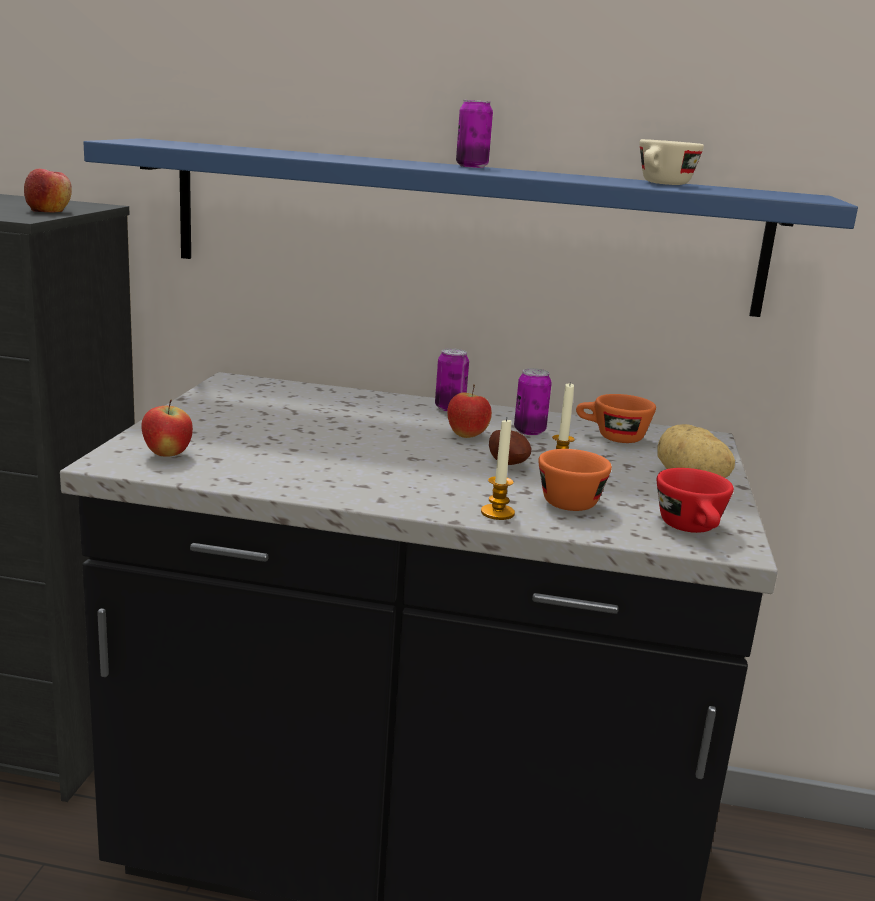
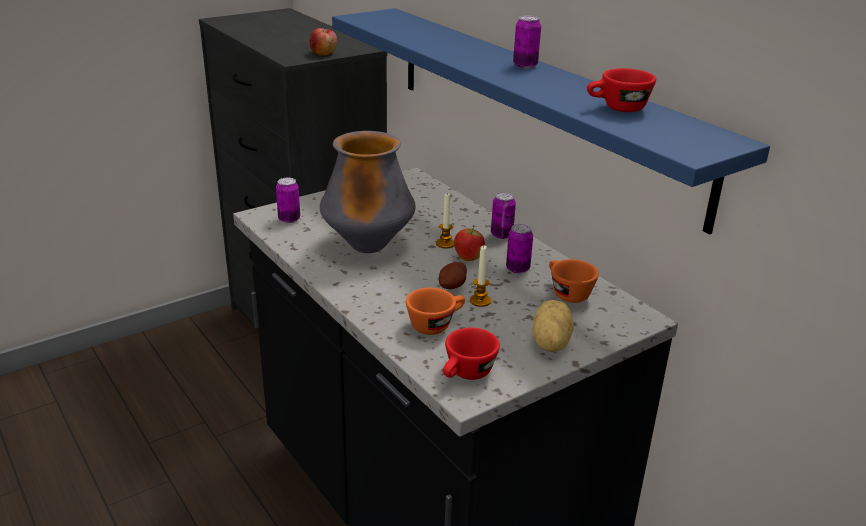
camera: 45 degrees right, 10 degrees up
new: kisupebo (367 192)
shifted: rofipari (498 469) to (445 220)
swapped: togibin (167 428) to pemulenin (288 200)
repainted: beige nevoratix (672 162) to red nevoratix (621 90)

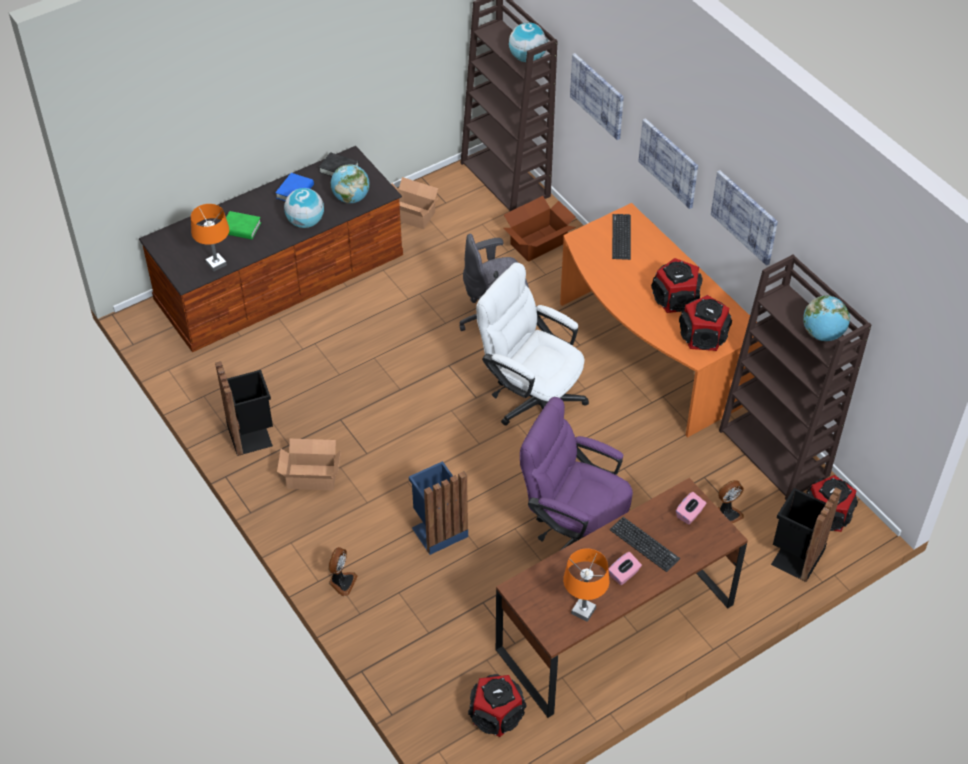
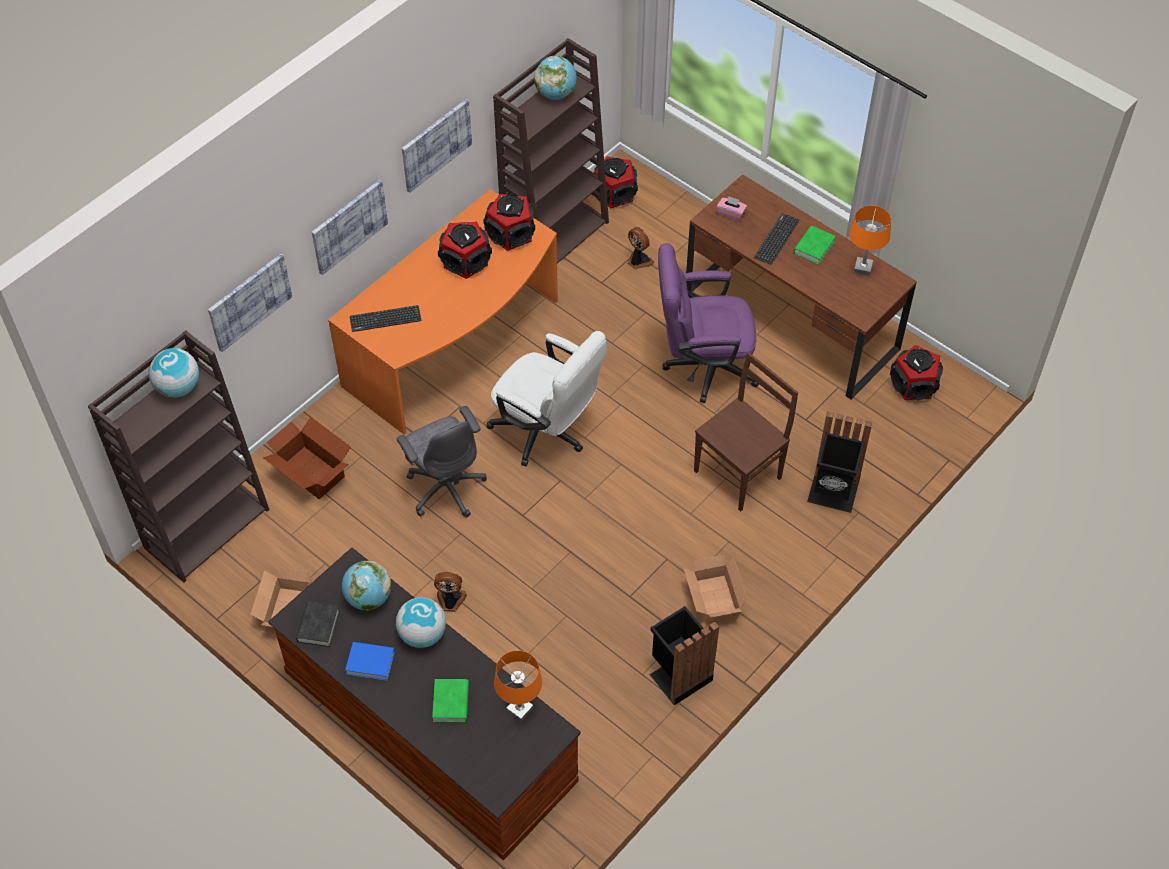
camera: 105 degrees left, 5 degrees up
shifted: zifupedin (343 571) to (450 592); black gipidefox (806 534) to (840 462)
swapped: blue gipidefox (438 508) to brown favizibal (746 431); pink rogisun (625 568) to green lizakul (814 245)
rotated: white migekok (532 344) = (547 399) 75 degrees counterclockwise; purple migekok (576 474) = (708 323) 75 degrees clockwise

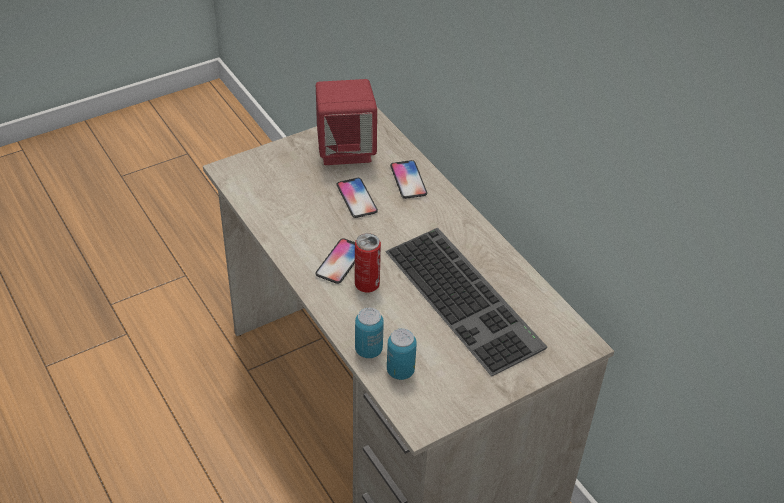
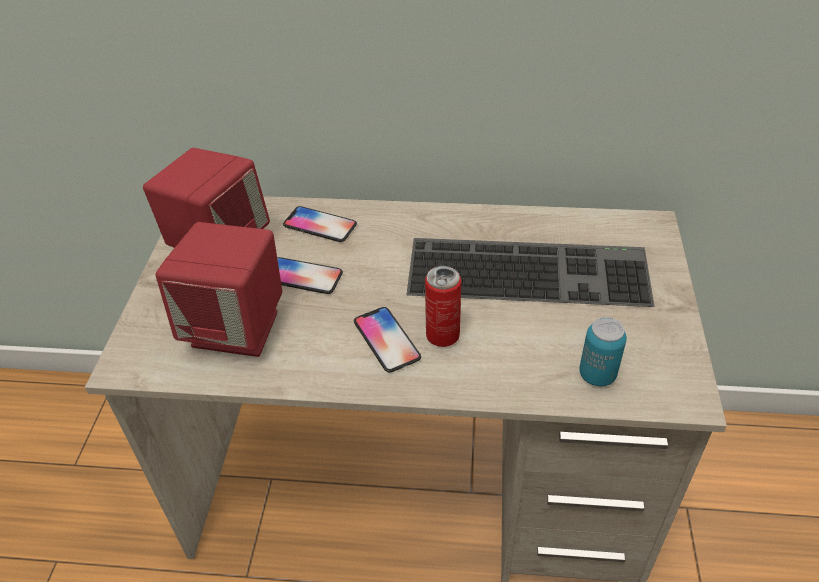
camera: 50 degrees left, 0 degrees up
gone: pemulenin (369 333)
new: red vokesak (218 289)

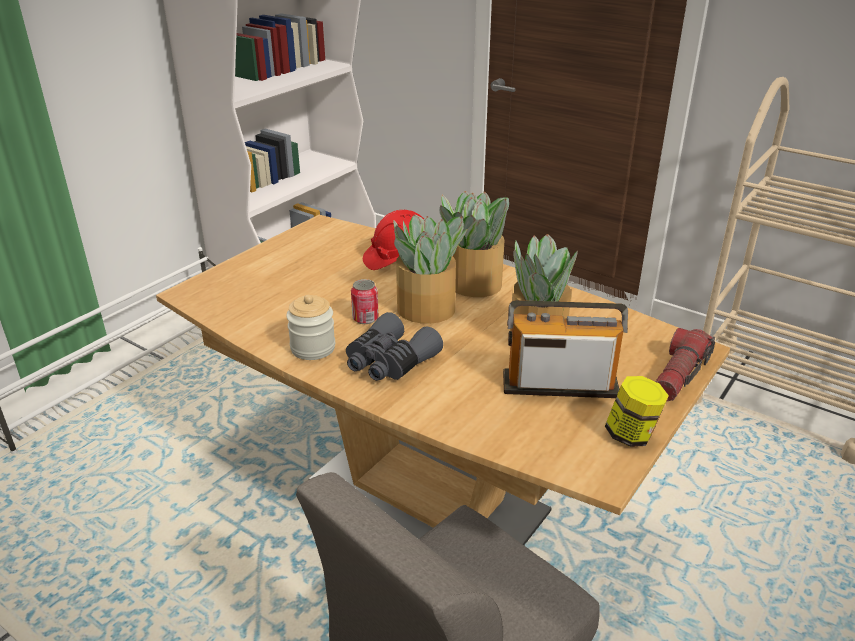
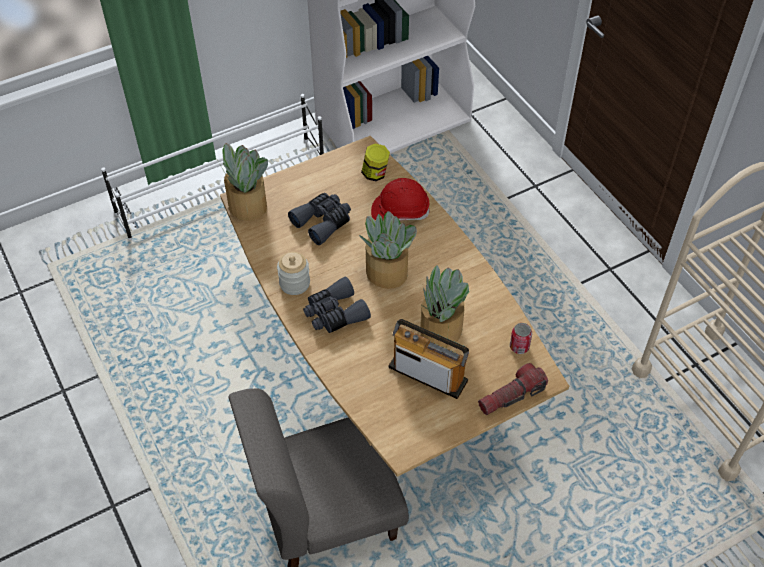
camera: 25 degrees right, 20 degrees up
new: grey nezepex (319 219)
shifted: pemulenin (365 301) to (521 338); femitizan (474 244) to (242 182); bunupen (637 411) to (375 162)

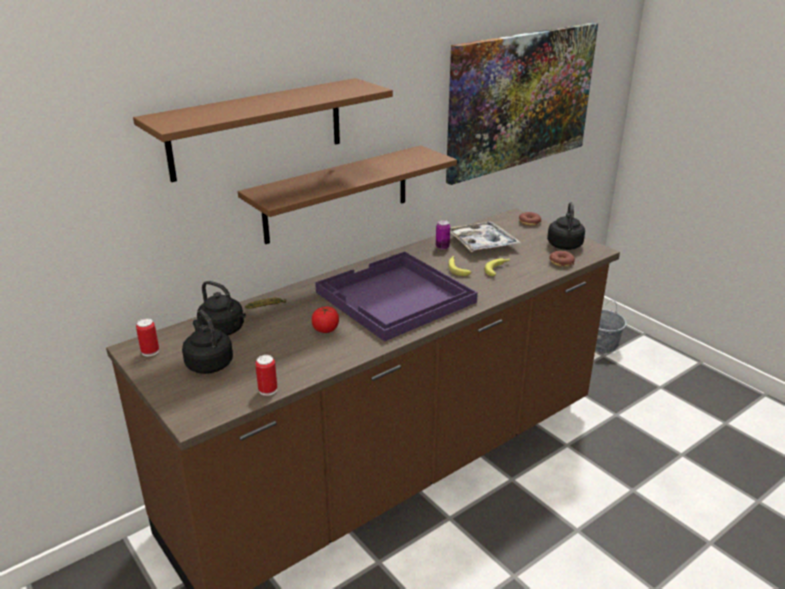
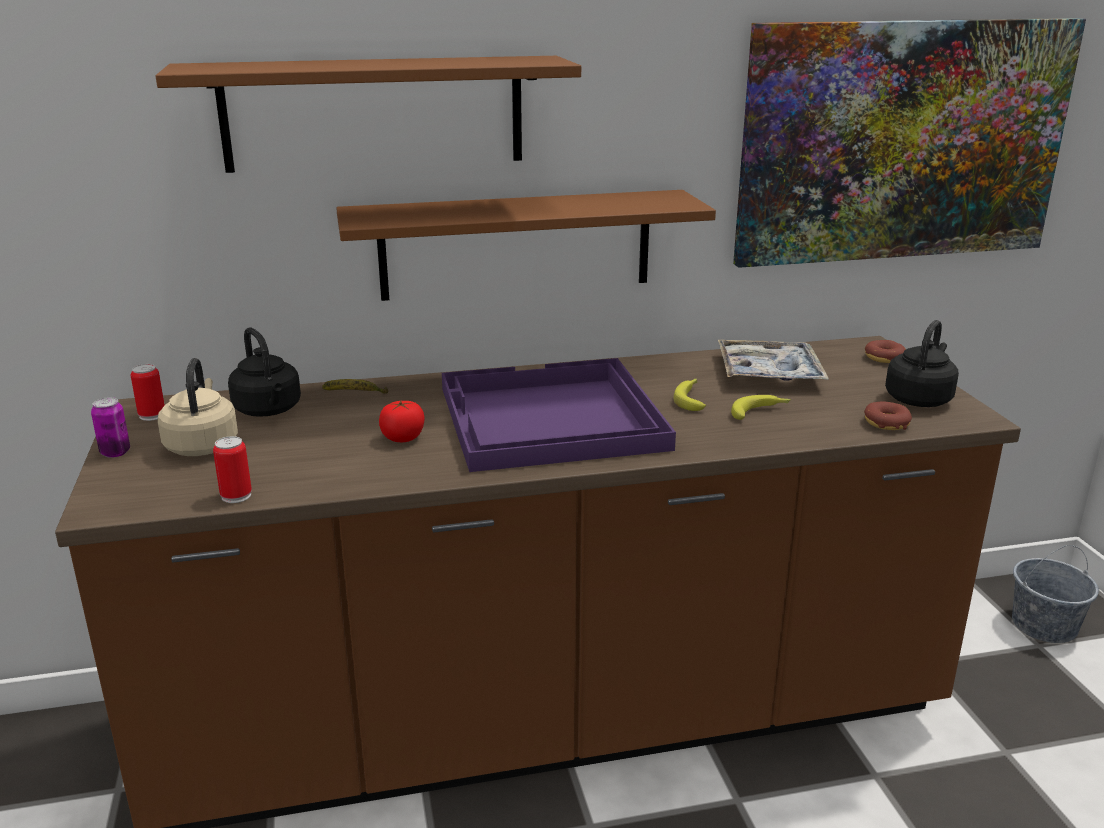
camera: 25 degrees right, 5 degrees down
shifted: pemulenin (443 235) to (110 427)
repainted: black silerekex (207 342) to beige silerekex (198 407)

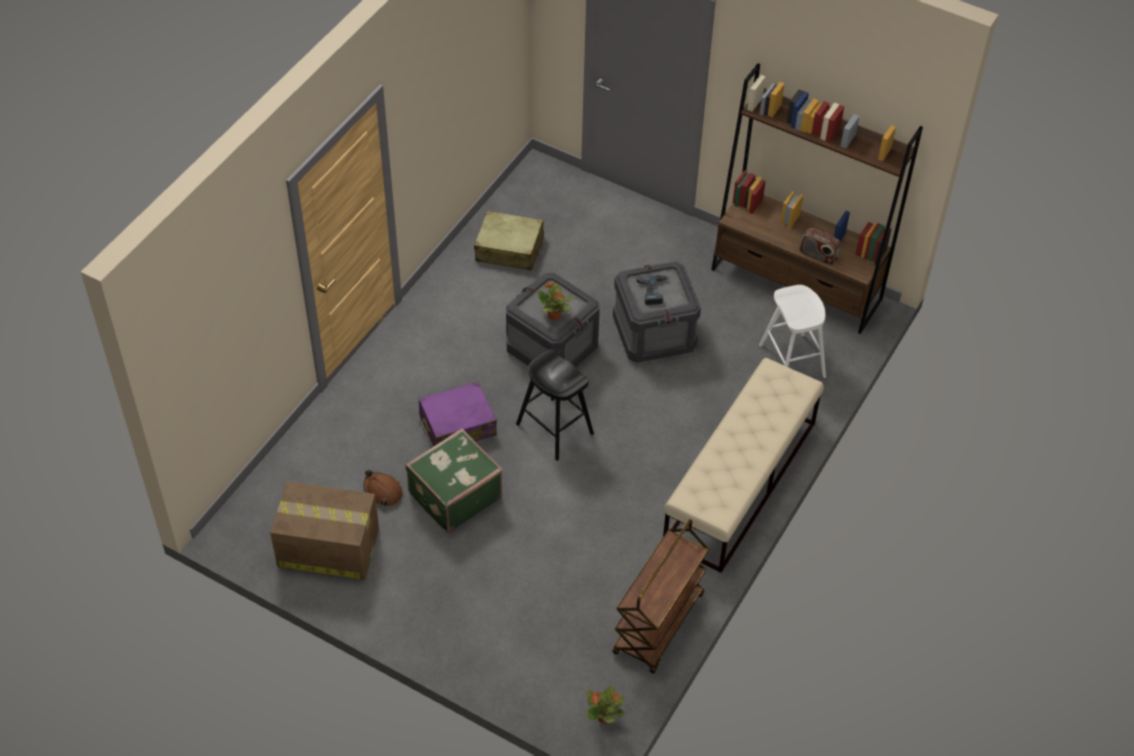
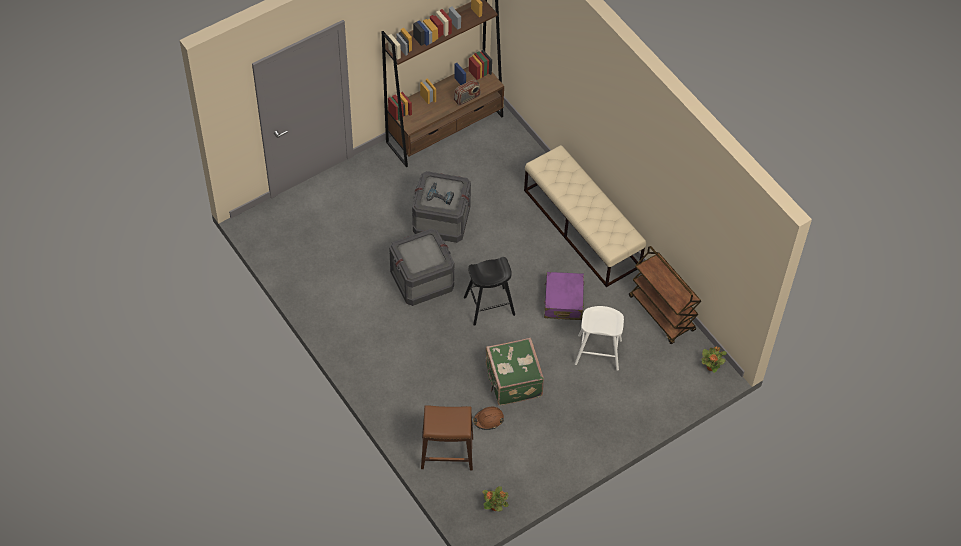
camera: 65 degrees left, 5 degrees up
gone: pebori (324 530); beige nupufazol (509 241)
new: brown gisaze (447 437)
shifted: purple nupufazol (458 414) to (564 296); femitizan (555 300) to (496 498); white gisaze (792 331) to (599 338)

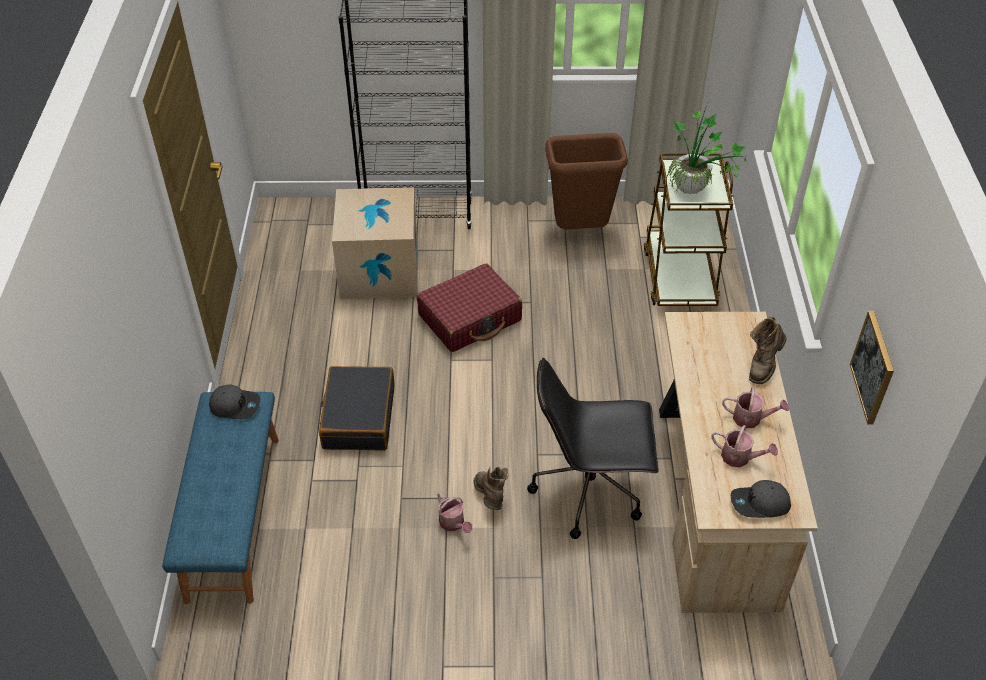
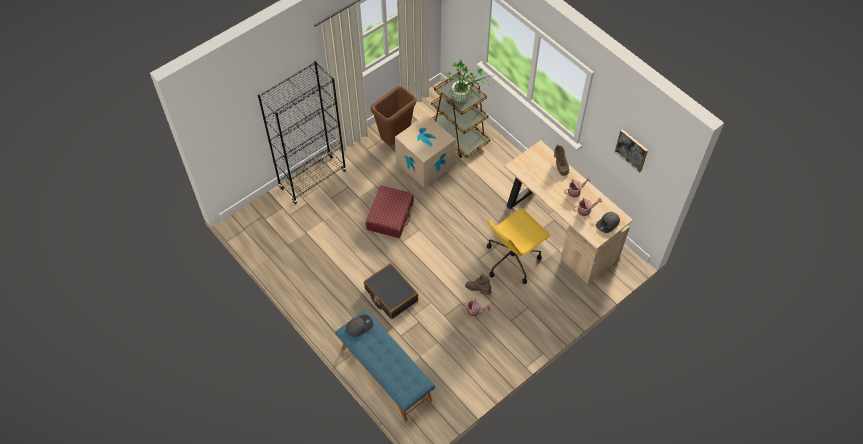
camera: 40 degrees left, 10 degrees up
shifted: pebori (375 243) to (425 151)
repainted: black migekok (593 448) to yellow migekok (519 246)

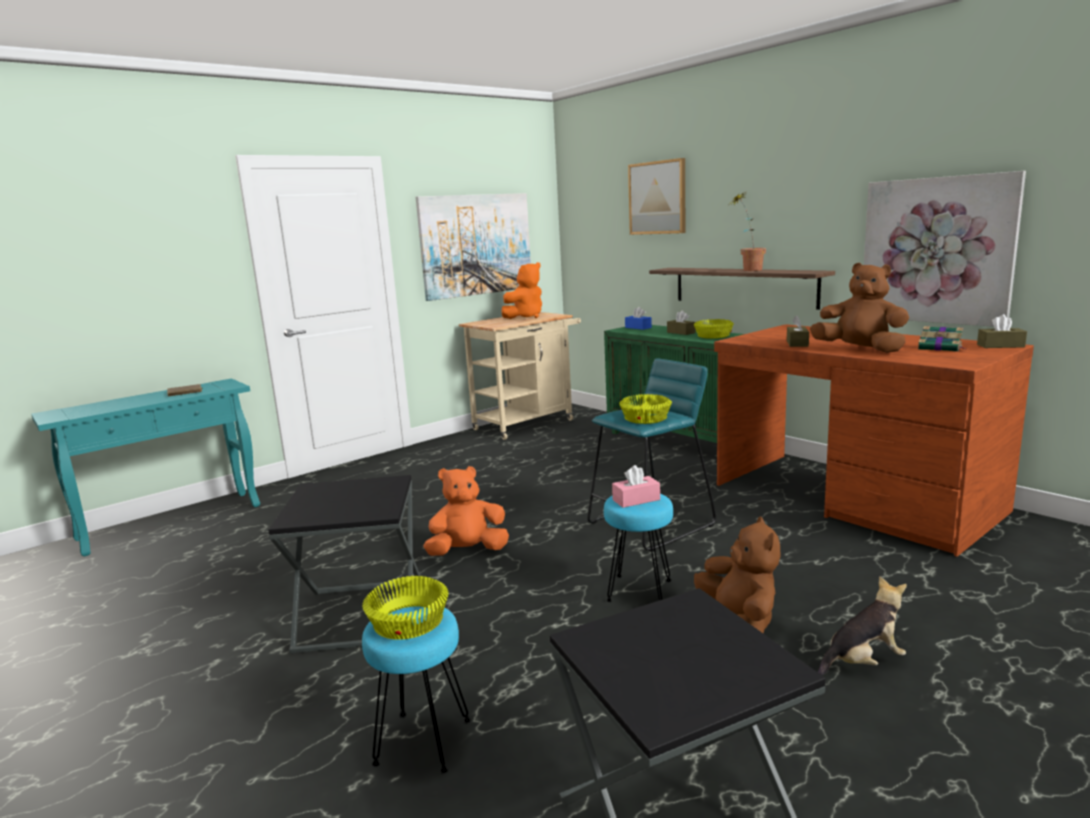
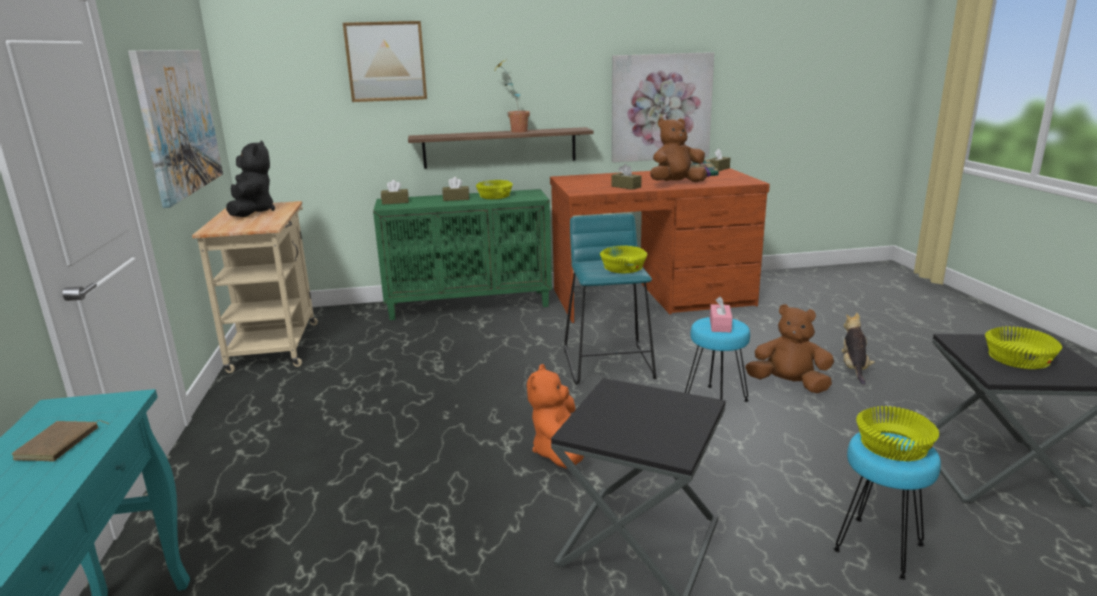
camera: 60 degrees left, 5 degrees up
new: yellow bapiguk (1023 347)
repainted: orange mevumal (522 290) to black mevumal (250 178); blue rogisun (638 318) to brown rogisun (395 192)

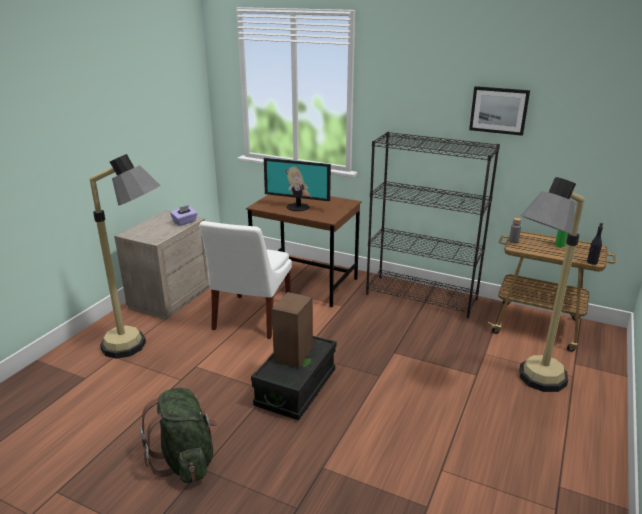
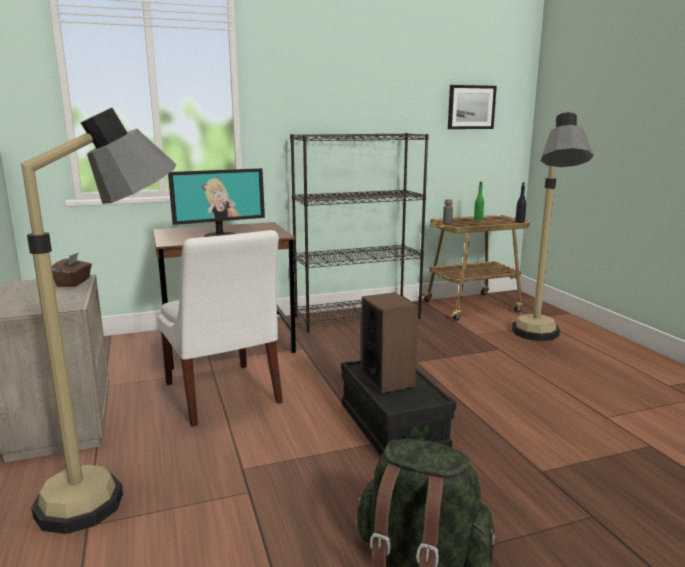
camera: 45 degrees left, 10 degrees down
shifted: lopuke (499 111) to (472 107)
repainted: purple rogisun (184 215) to brown rogisun (72 269)

